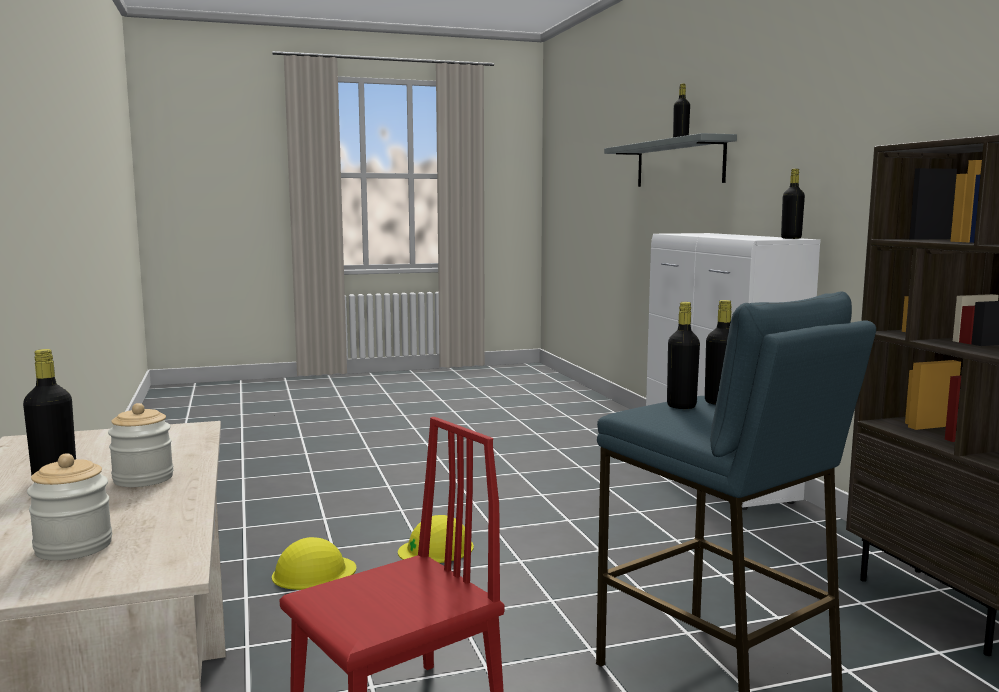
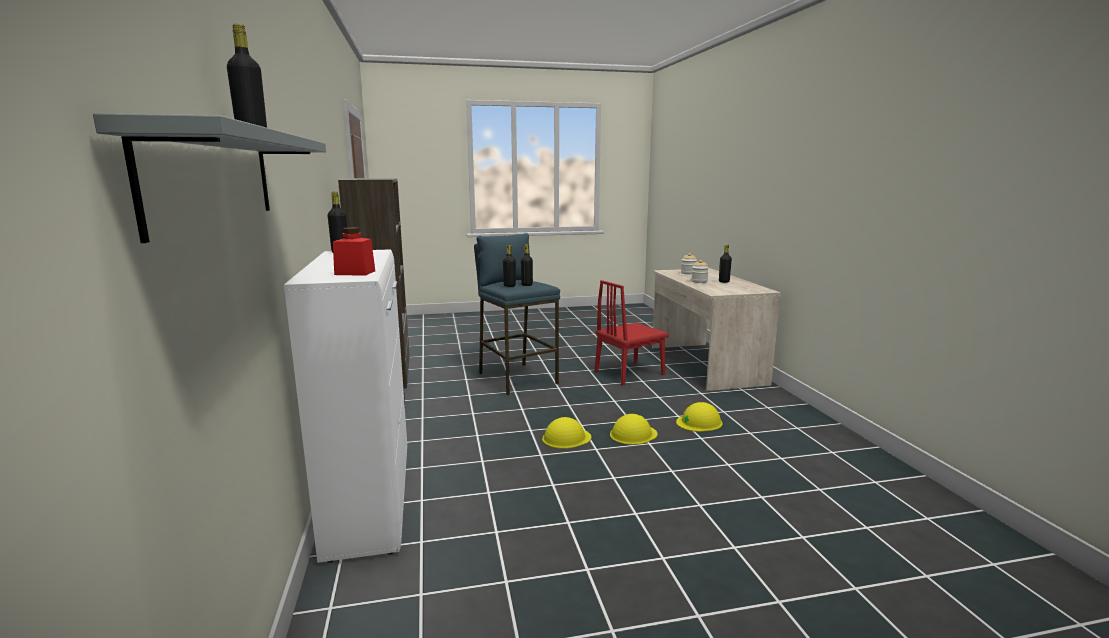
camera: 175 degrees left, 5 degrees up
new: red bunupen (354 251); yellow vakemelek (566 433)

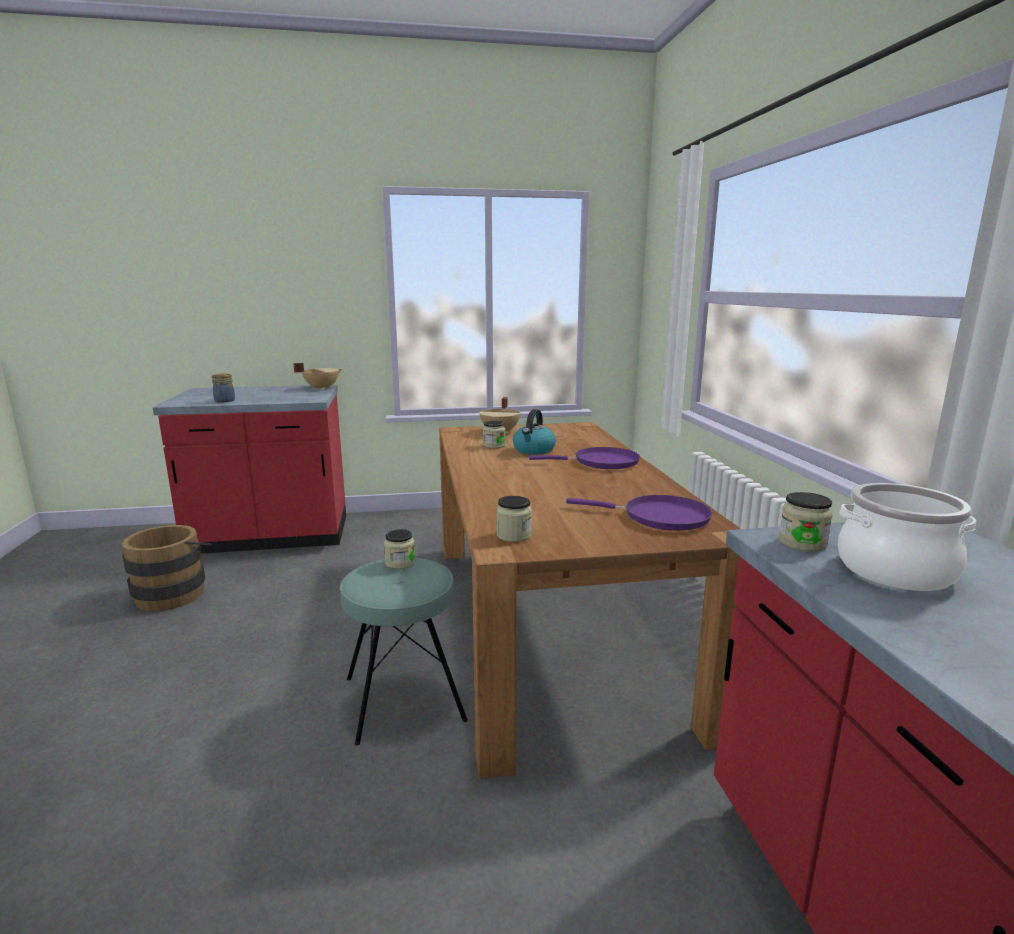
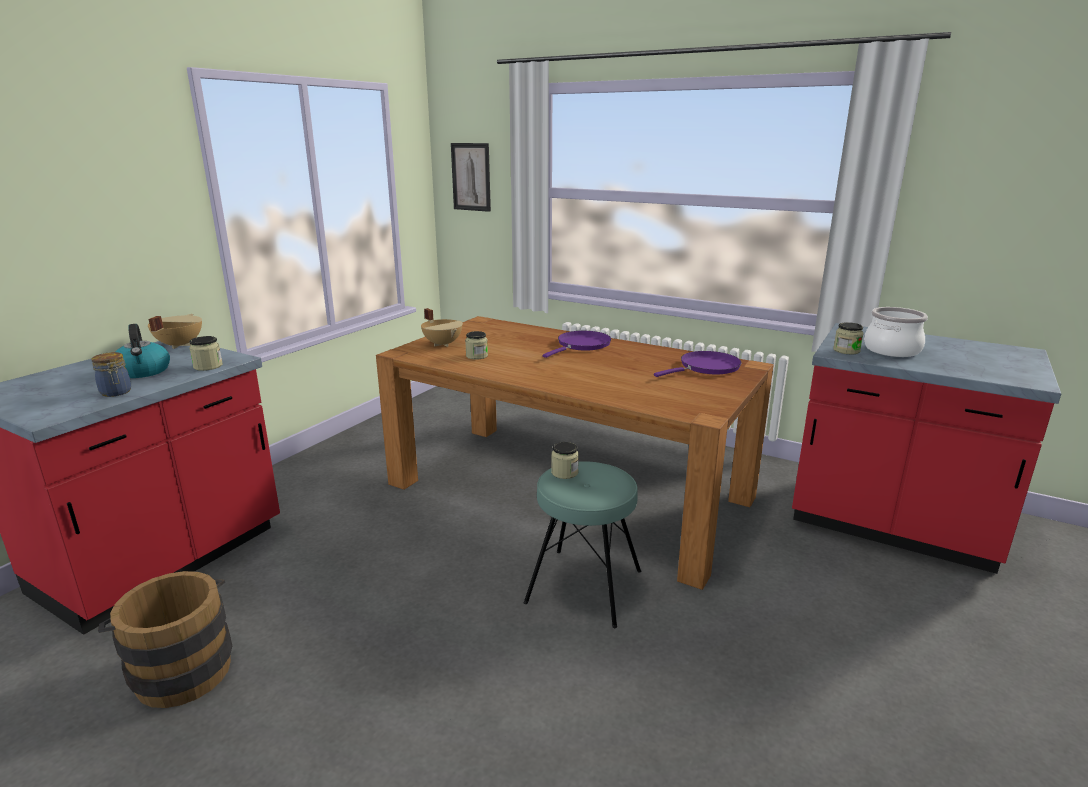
camera: 50 degrees left, 5 degrees up
new: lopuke (471 177)
shifted: bunupen (514 519) to (206 353); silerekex (534 431) to (143 351)

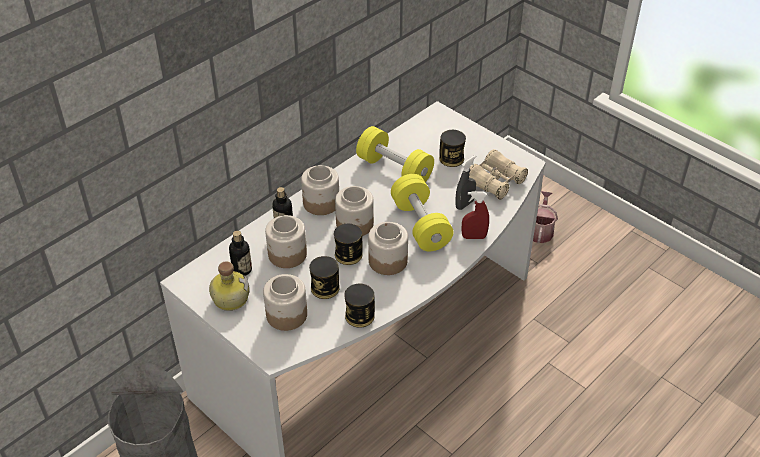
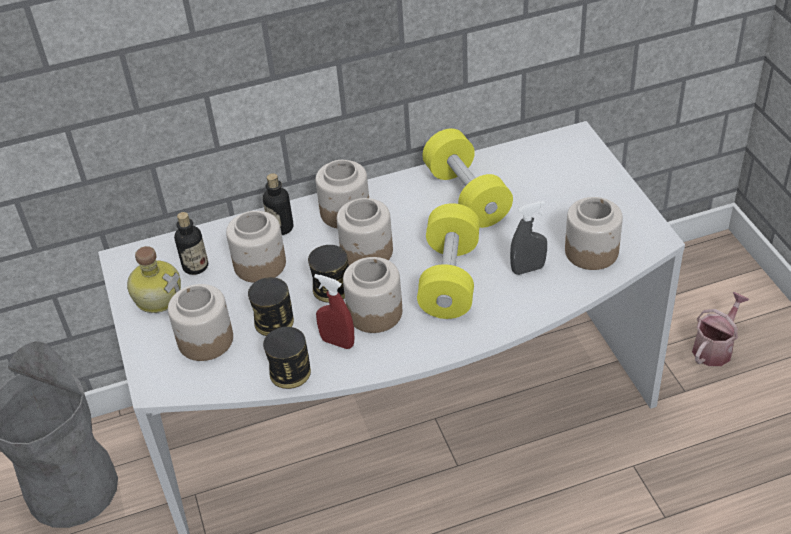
camera: 30 degrees right, 0 degrees up
gone: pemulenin (452 148)
shifted: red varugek (475 215) to (334 311)
swapped: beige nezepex (498 174) to bunupen (594 233)

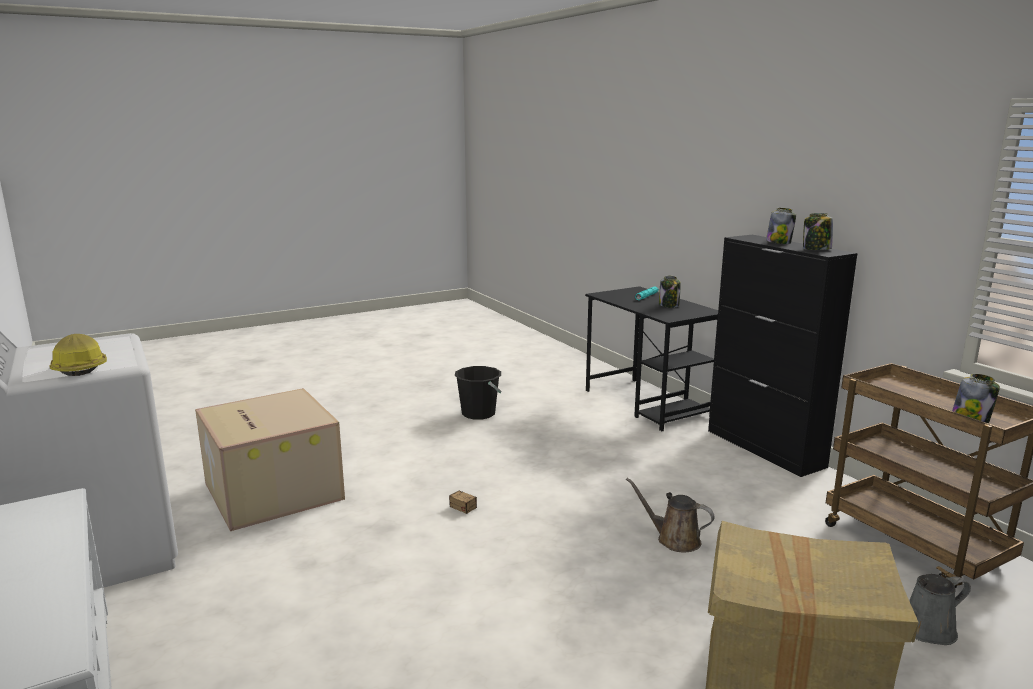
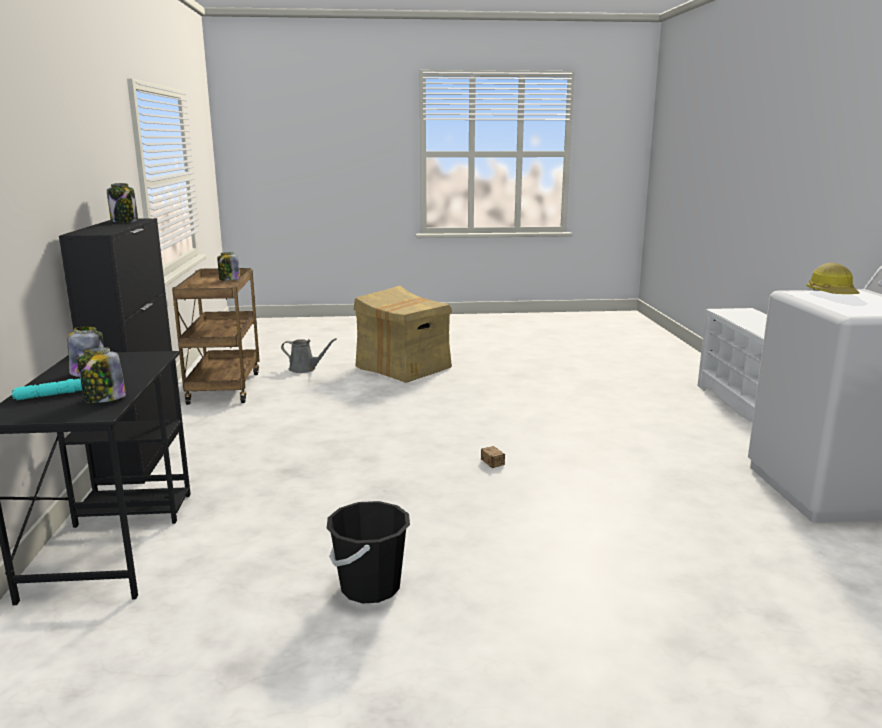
camera: 155 degrees left, 0 degrees up
gone: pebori (270 459); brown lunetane (670 515)
shifted: bunupen (781 226) to (101 375)

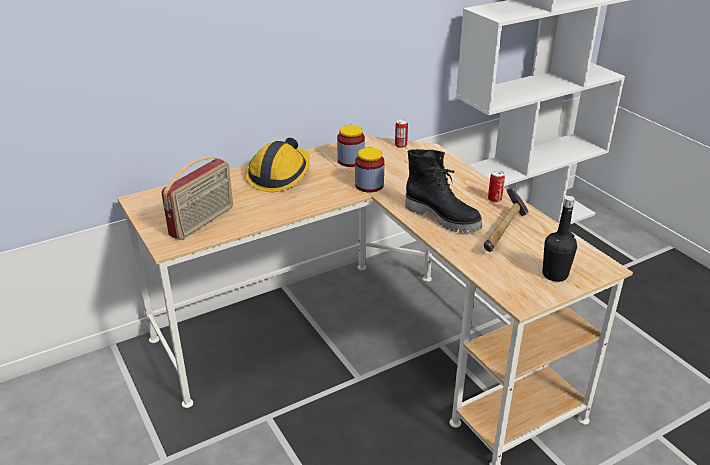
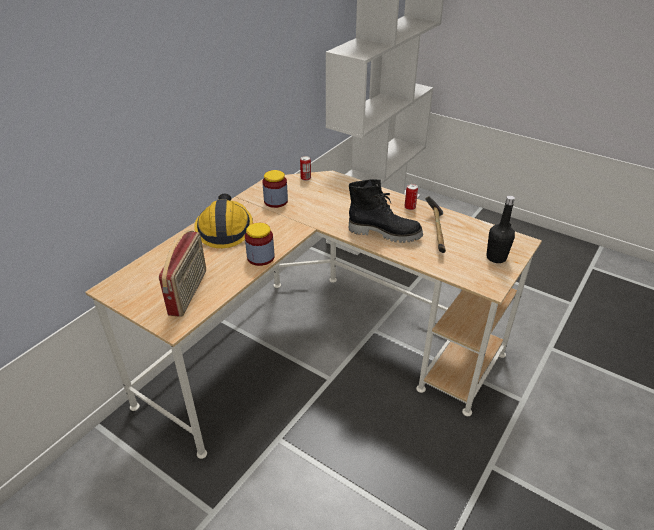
camera: 25 degrees left, 5 degrees up
shifted: bunupen (369 170) to (259 244)

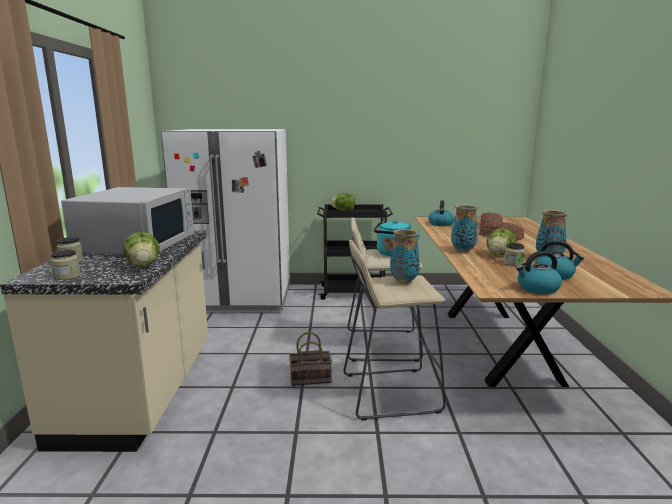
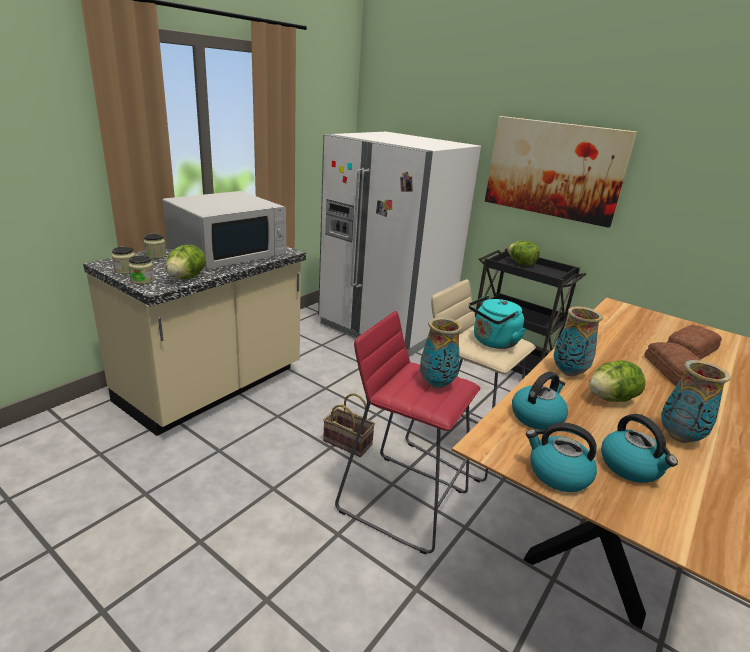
camera: 35 degrees right, 10 degrees up
new: lopuke (561 172)
shifted: silerekex (441 213) to (540 400); bunupen (514 255) to (142 269)
repainted: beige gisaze (394 330) to red gisaze (407 432)

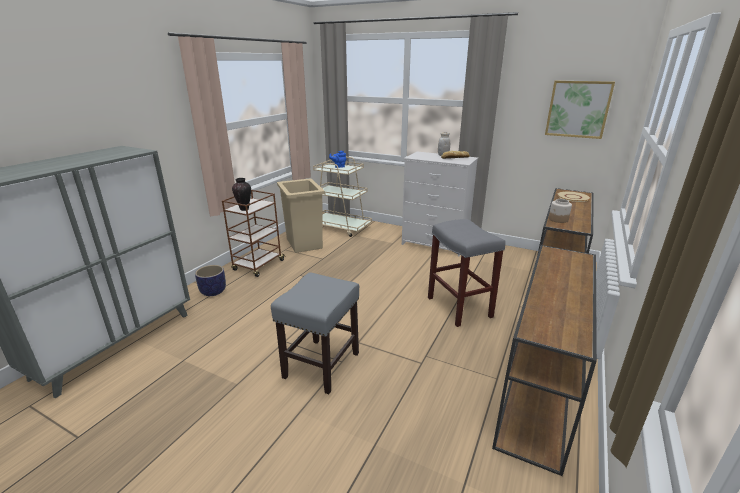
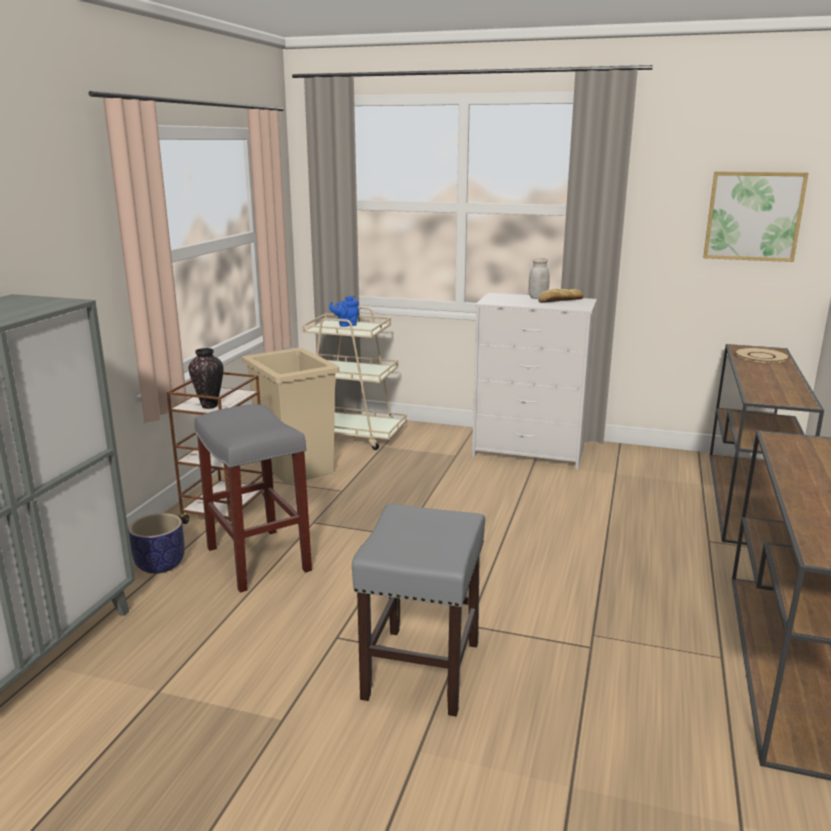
camera: 10 degrees left, 5 degrees down
gone: bunupen (560 211)
shifted: grey gisaze (467 273) to (253 498)

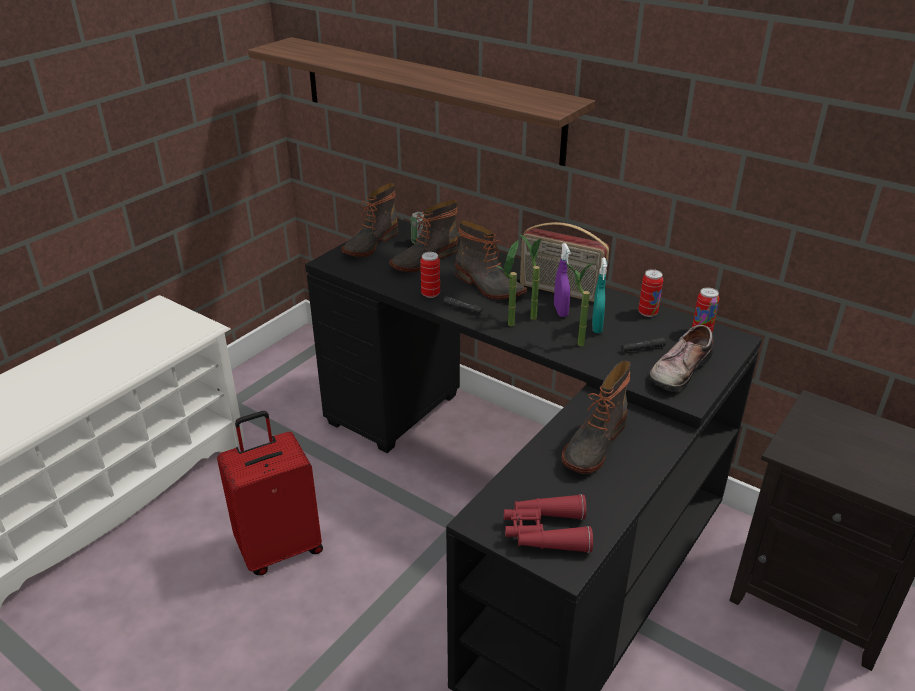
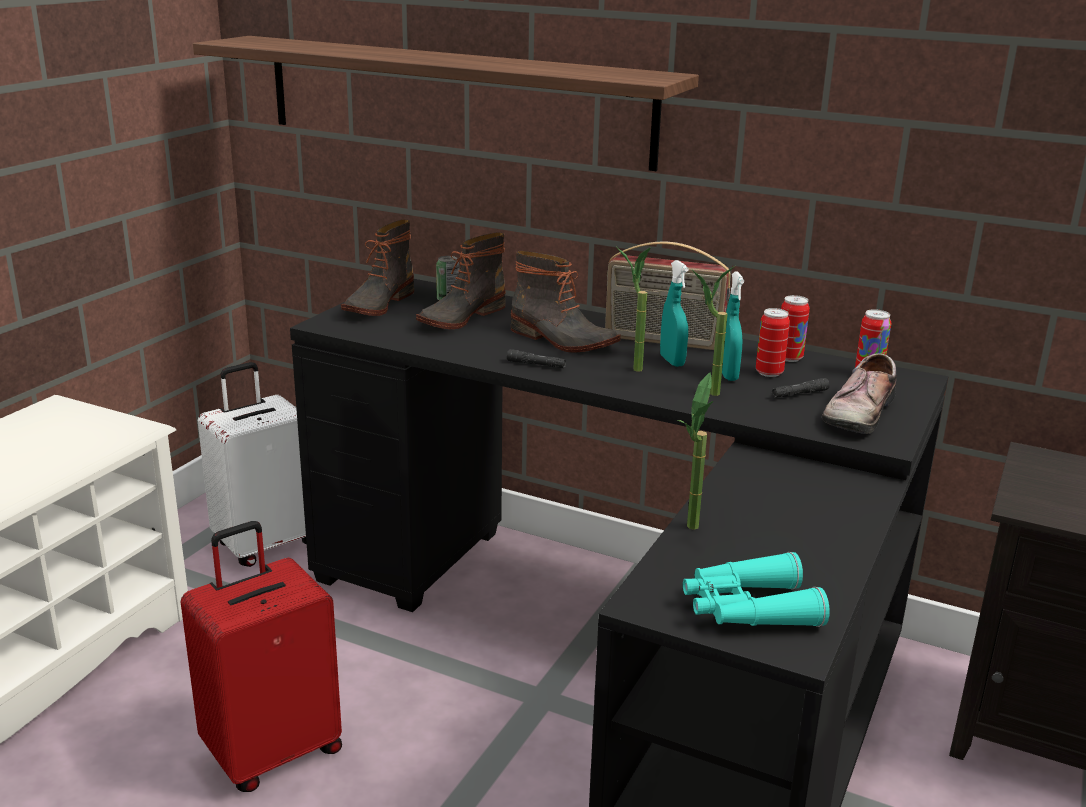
camera: 10 degrees left, 10 degrees down
gone: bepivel (596 417)
new: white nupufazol (252 464)
shifted: pemulenin (430 275) to (773 342); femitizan (507 283) to (695 451)
repainted: red nezepex (548 523) to turquoise nezepex (756 589); purple varugek (562 280) to turquoise varugek (674 313)

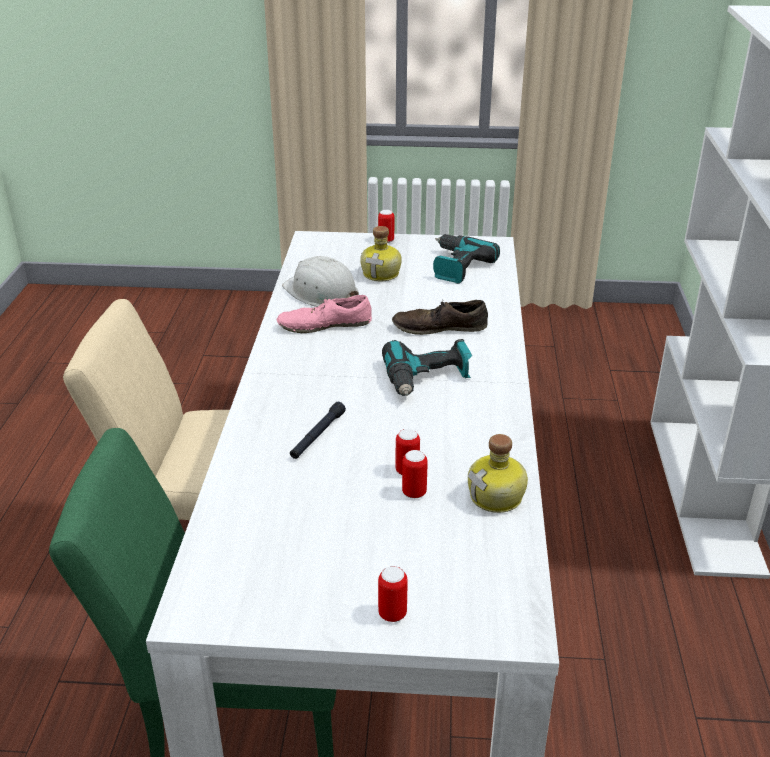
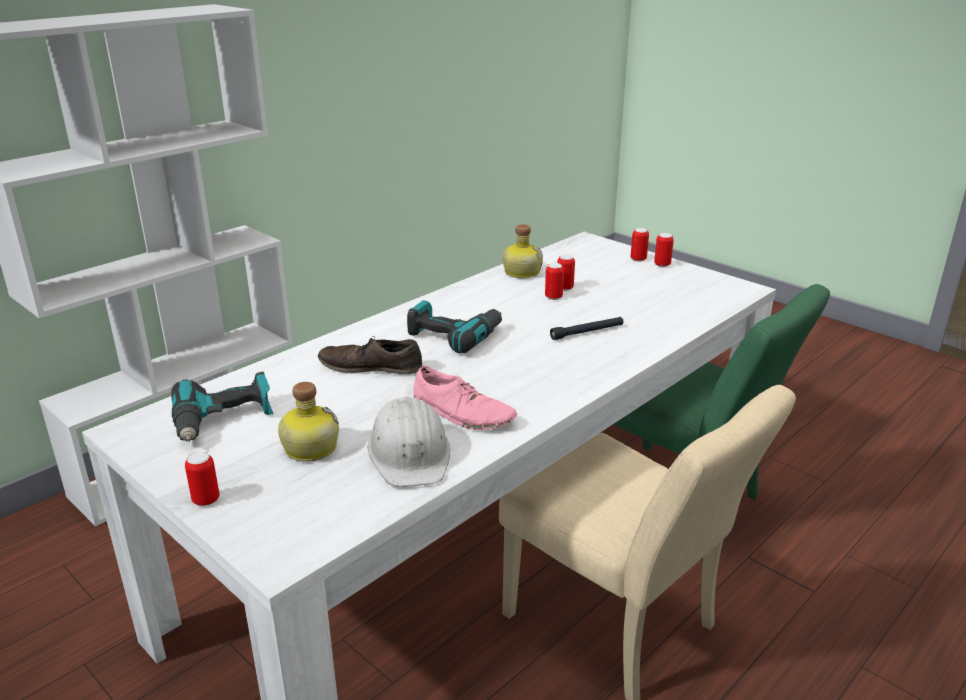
camera: 140 degrees left, 5 degrees down
new: pemulenin (664 250)
rotated: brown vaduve (440 317) = (370 355) 150 degrees clockwise

